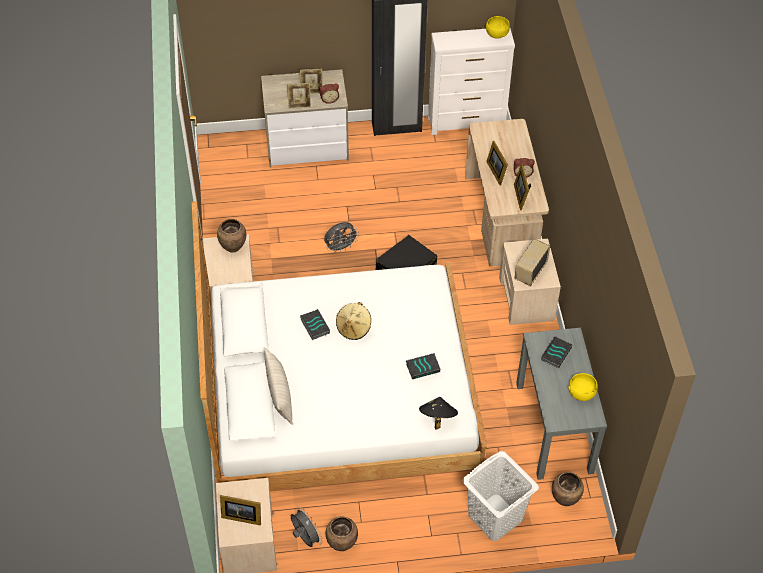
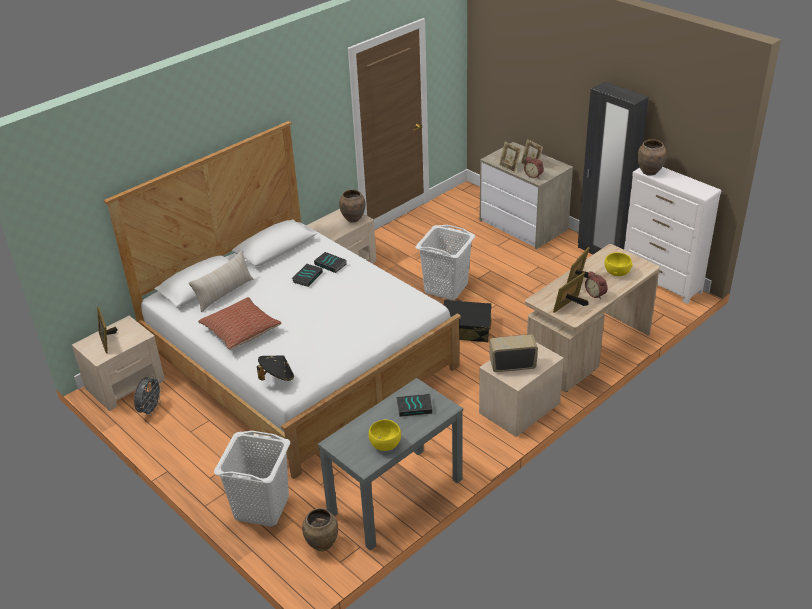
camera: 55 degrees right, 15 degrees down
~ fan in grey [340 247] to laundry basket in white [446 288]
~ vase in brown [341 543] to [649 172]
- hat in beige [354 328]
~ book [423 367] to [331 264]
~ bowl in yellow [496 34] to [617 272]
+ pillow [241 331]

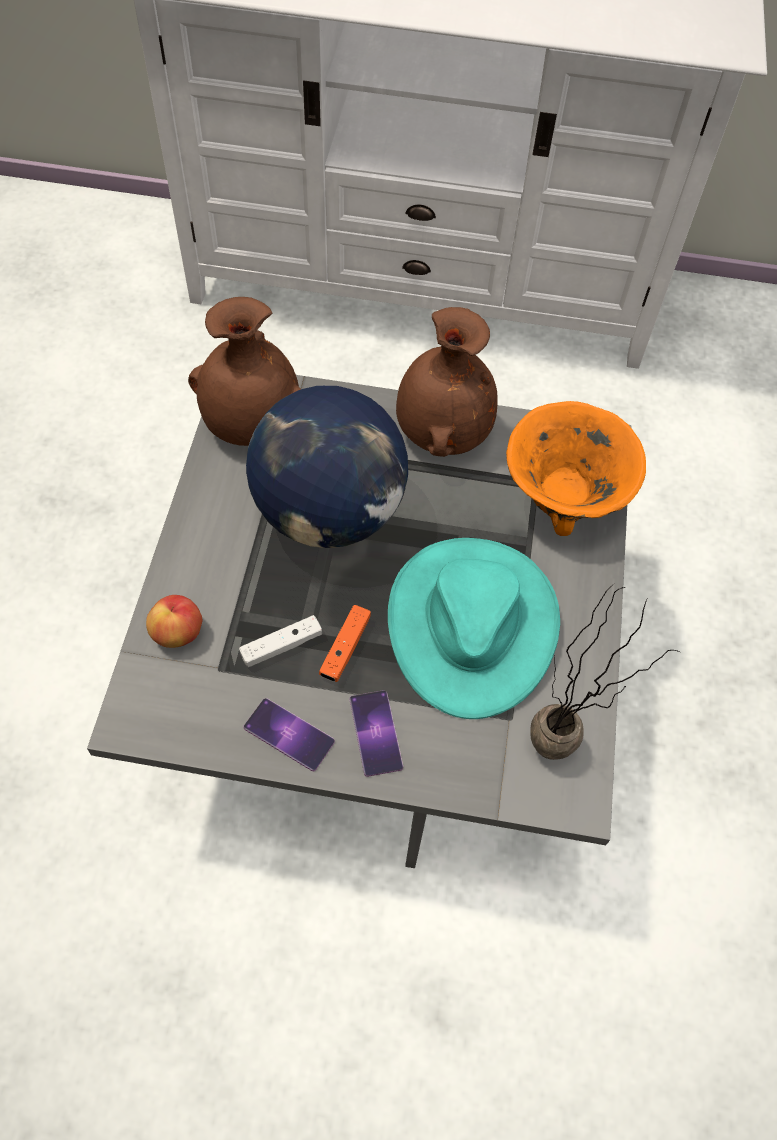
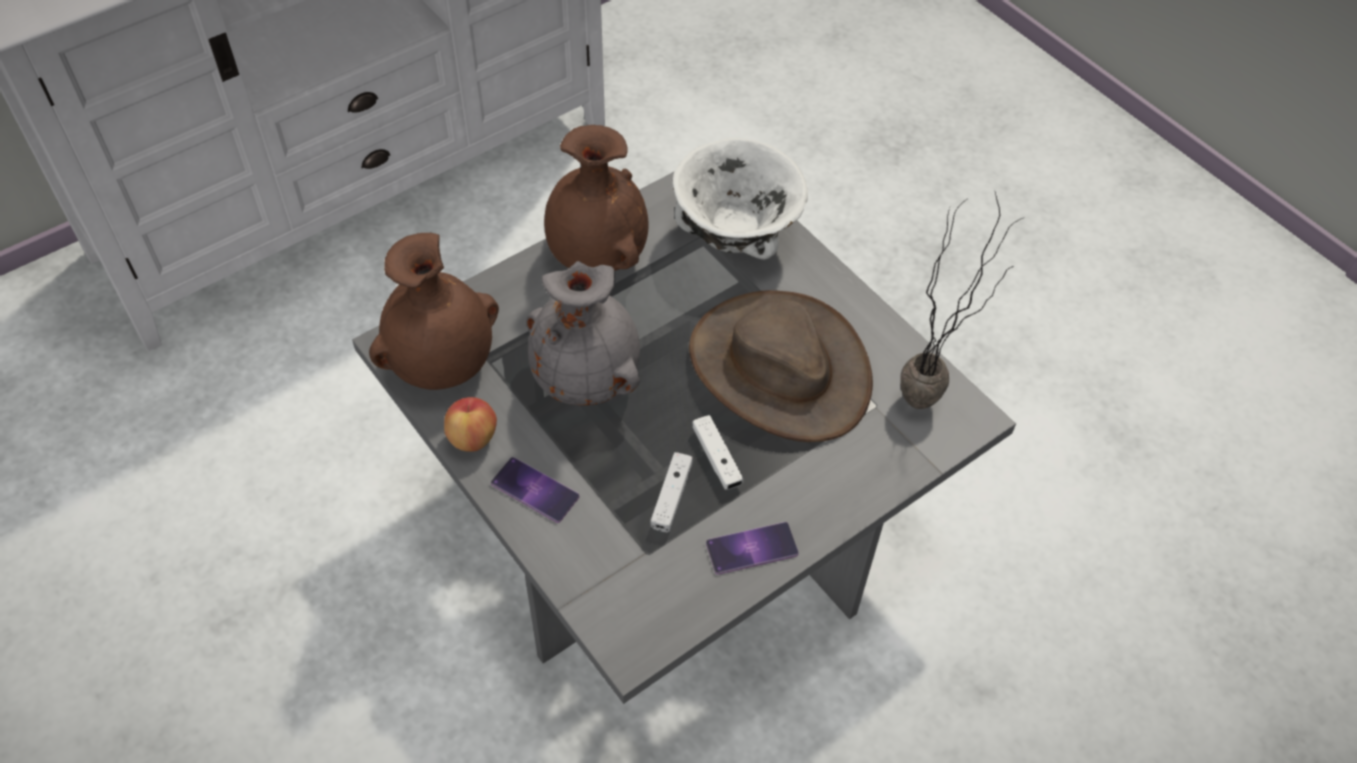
camera: 45 degrees left, 5 degrees down
~ apple [178 632] to [472 438]
~ globe [330 512] to vase in grey [587 377]
~ game controller in orange [345 648] to game controller in white [716 458]
~ phone [375 733] to [535 490]
~ hat in turquoise [471 624] to hat in brown [778 368]
~ bowl in orange [561 497] to bowl in white [734 234]

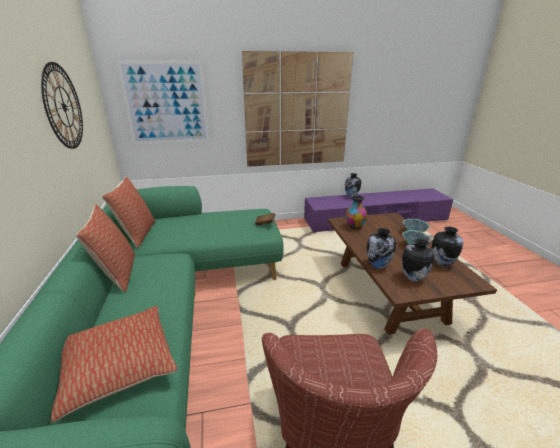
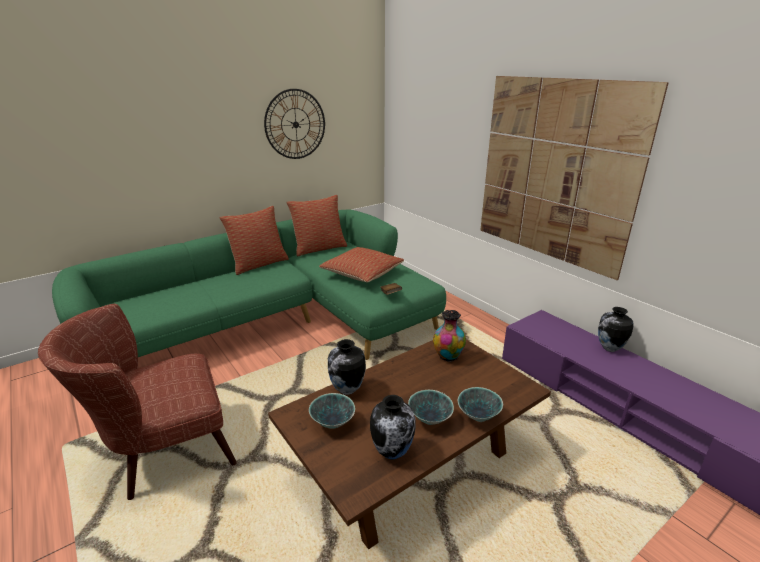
camera: 65 degrees right, 0 degrees up
~ pillow [118 366] to [362 273]
- picture [166 103]
~ vase [412 278] to bowl [332 423]

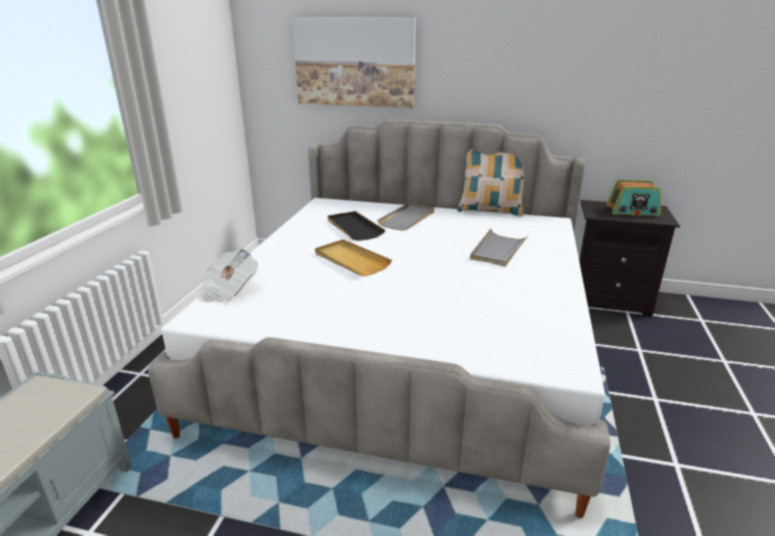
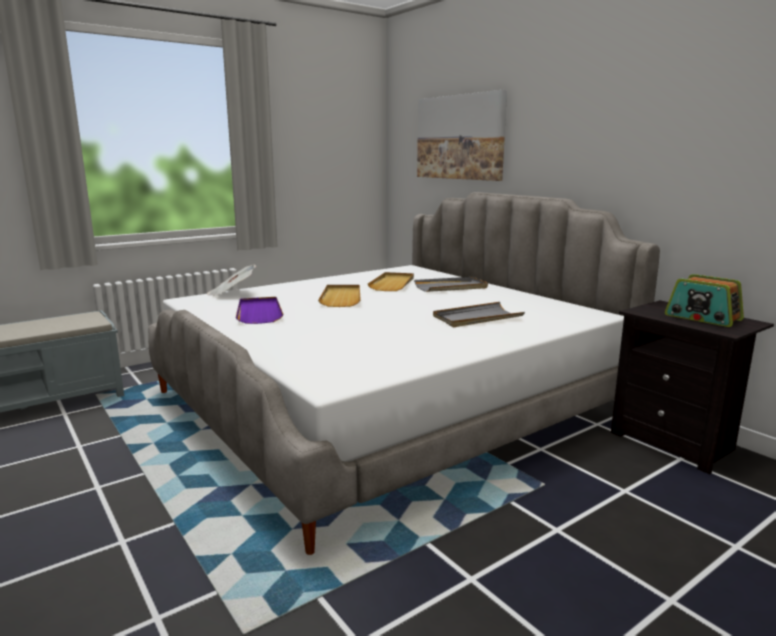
camera: 40 degrees right, 10 degrees down
~ tray in black [354 228] to tray in beige [392 284]
- pillow [490 210]
+ tray in purple [259 312]

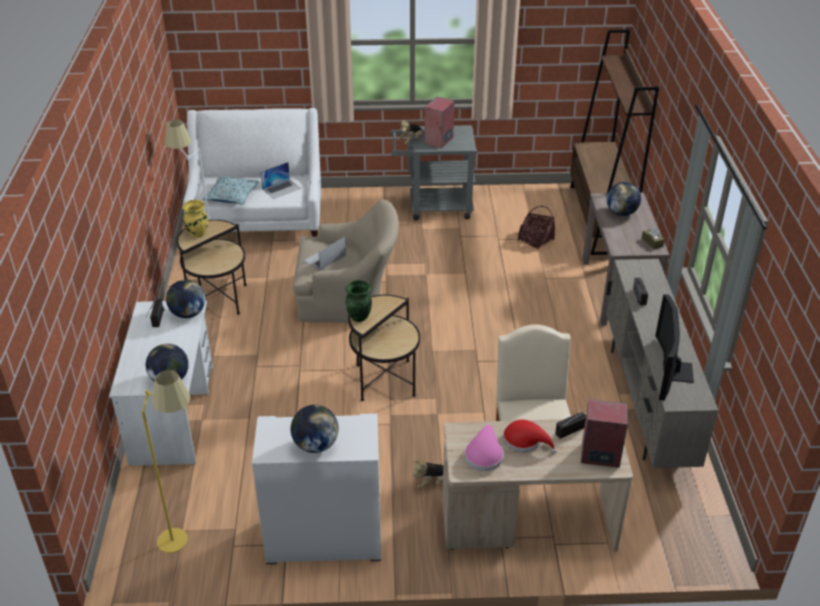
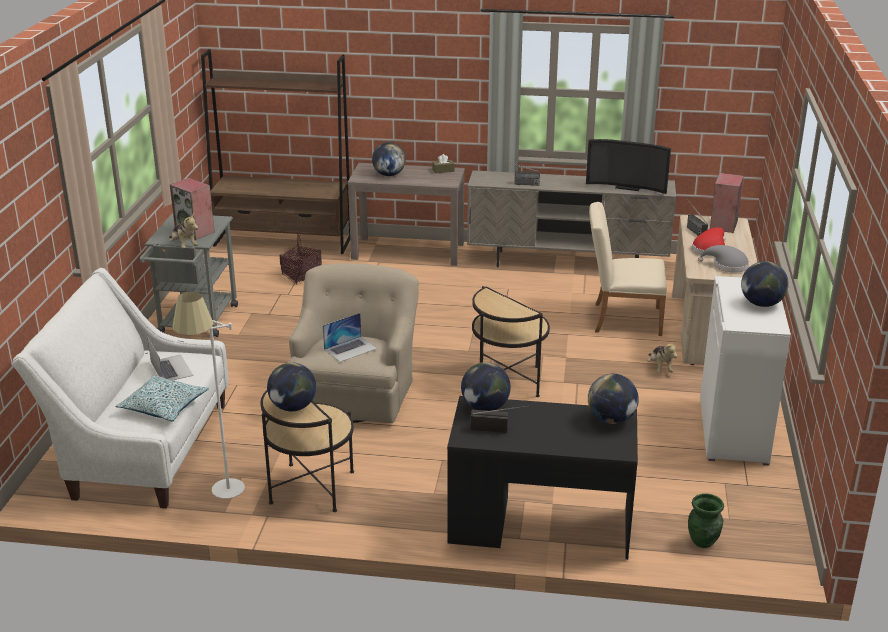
camera: 80 degrees left, 10 degrees down
~ desk in white [173 414] to desk in black [539 525]
- floor lamp in yellow [186 536]
~ vase in yellow [197 234] to globe [293 407]
~ laptop [324 258] = [350 349] 90 degrees counterclockwise
~ vase in green [359 317] to [703 541]
~ hat in pink [484 454] to hat in grey [727 266]

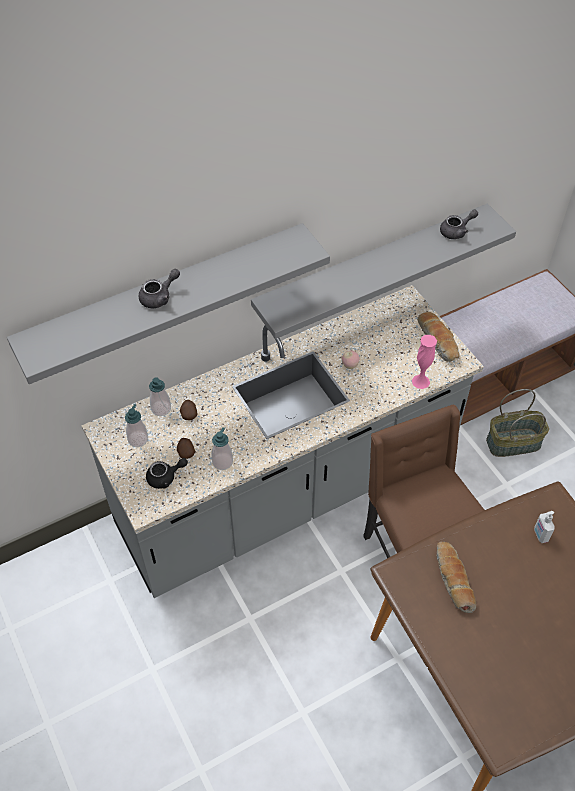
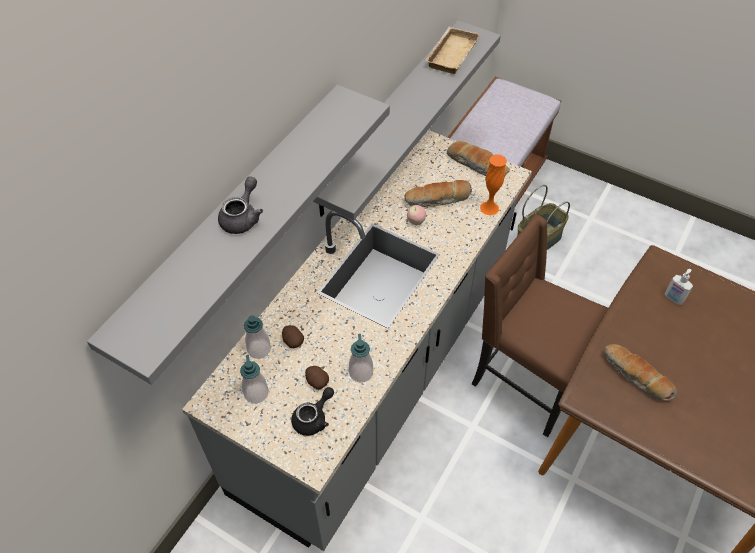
camera: 30 degrees left, 0 degrees up
~ vase in pink [420 381] to vase in orange [489 208]
~ teapot in grey [456 231] to tray in beige [450 53]
+ bread [438 200]

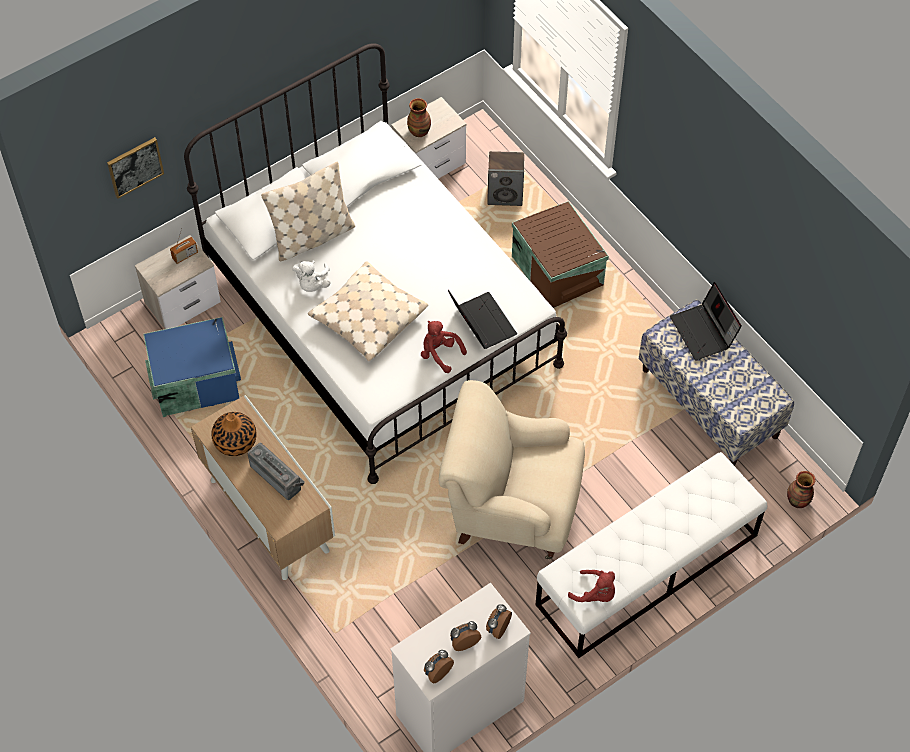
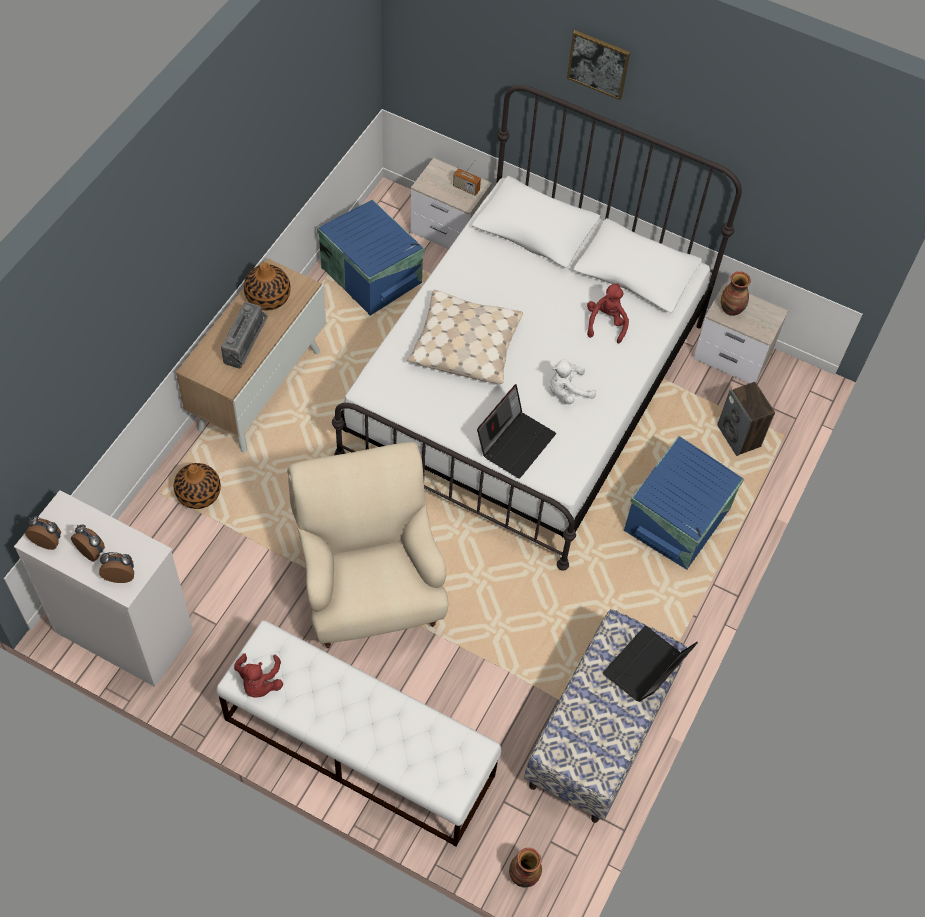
camera: 60 degrees right, 0 degrees up
~ picture [135 167] to [598 64]
- pillow in beige [312 236]
~ plush toy in white [312 284] to [567 392]
~ plush toy in red [440 354] to [606 323]
~ storage box in brown [558 269] to storage box in blue [679 520]
+ vase [198 493]

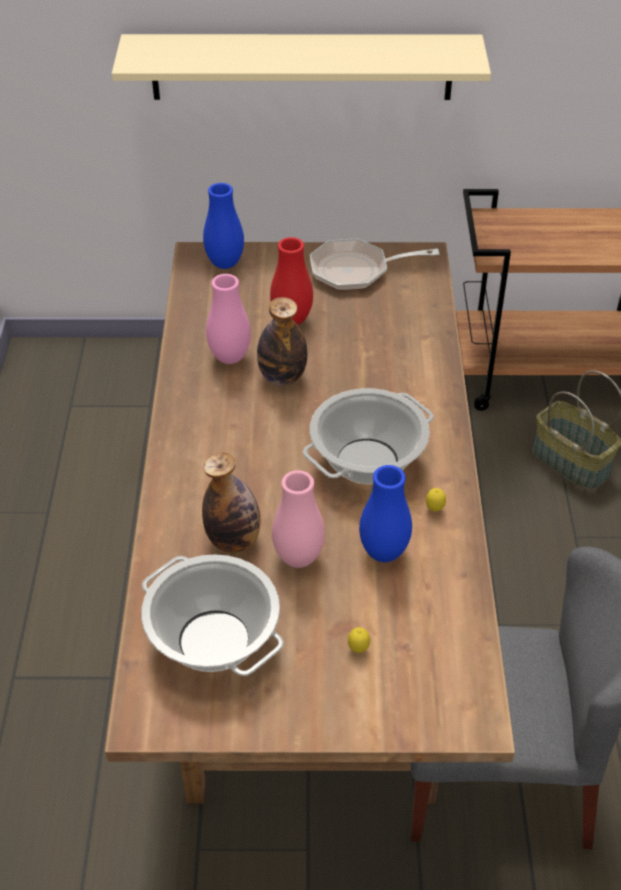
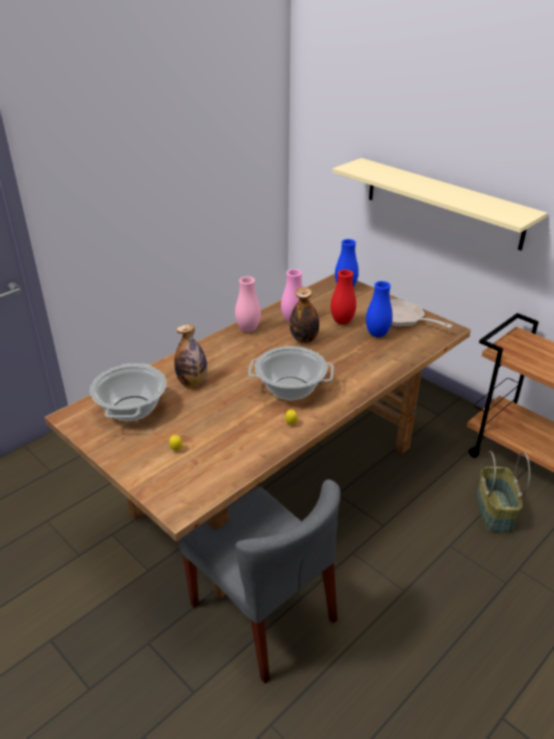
camera: 45 degrees right, 10 degrees down
~ vase in pink [298 558] to [248 329]
~ vase in blue [383 552] to [377 334]

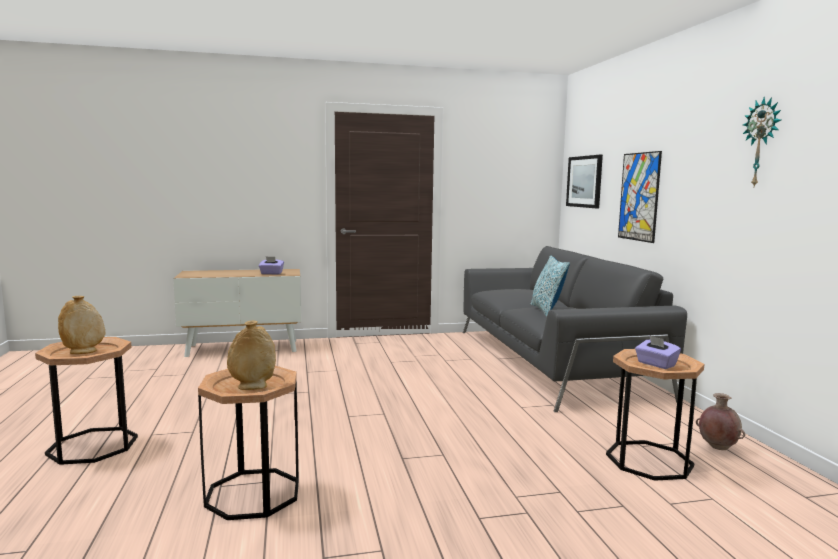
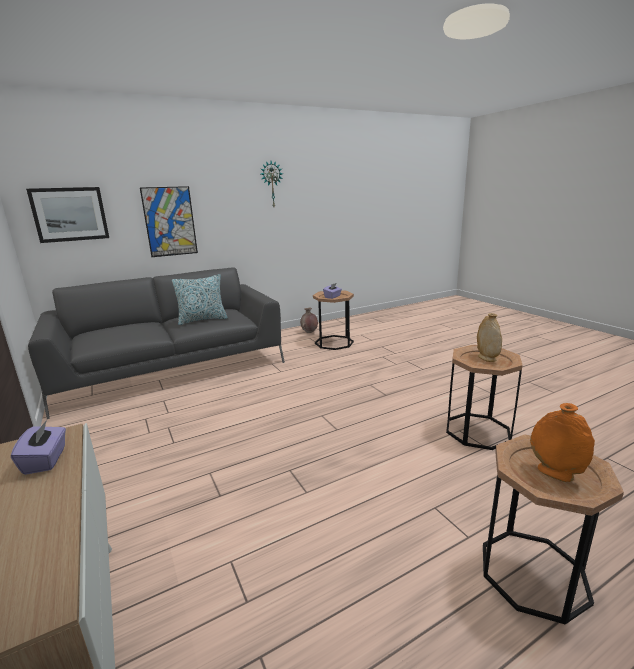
camera: 105 degrees left, 10 degrees up
~ vase in beige [83 352] to vase in orange [554 473]

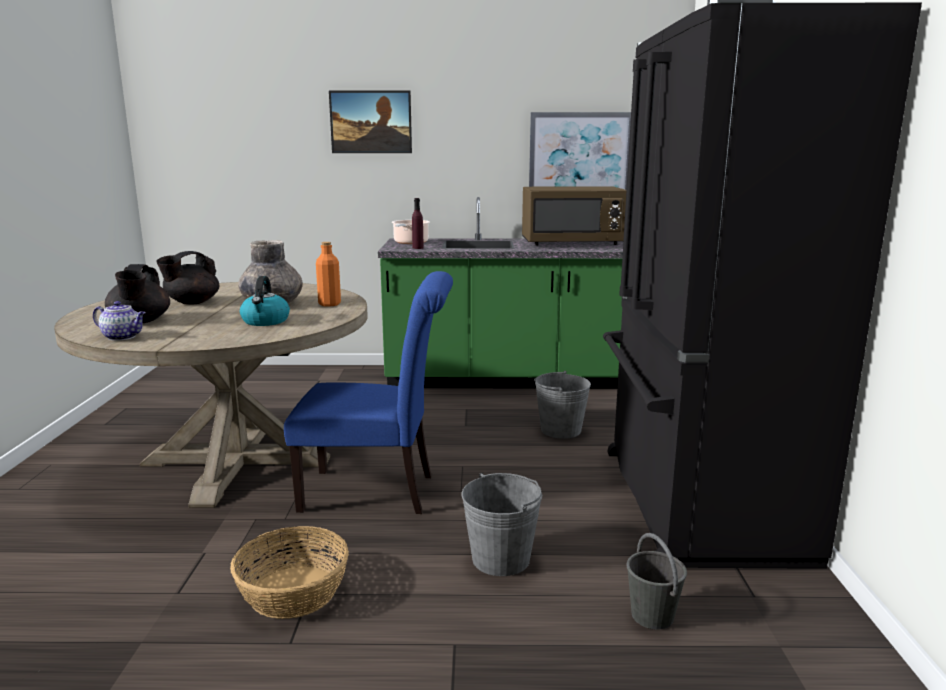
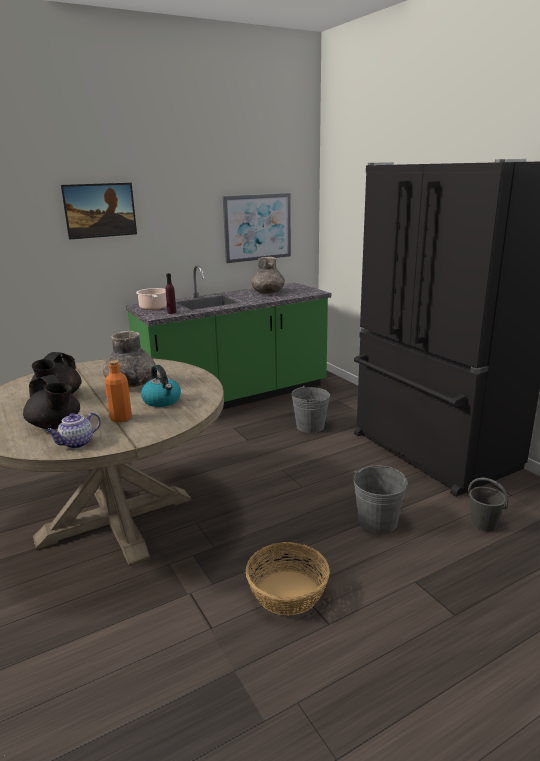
camera: 30 degrees left, 5 degrees up
~ teapot [123 337] = [76 443] 150 degrees clockwise
- chair in blue [377 492]
~ bottle in orange [329 304] to [121 418]
~ microwave in brown [572 243] to vase in grey [268 292]

